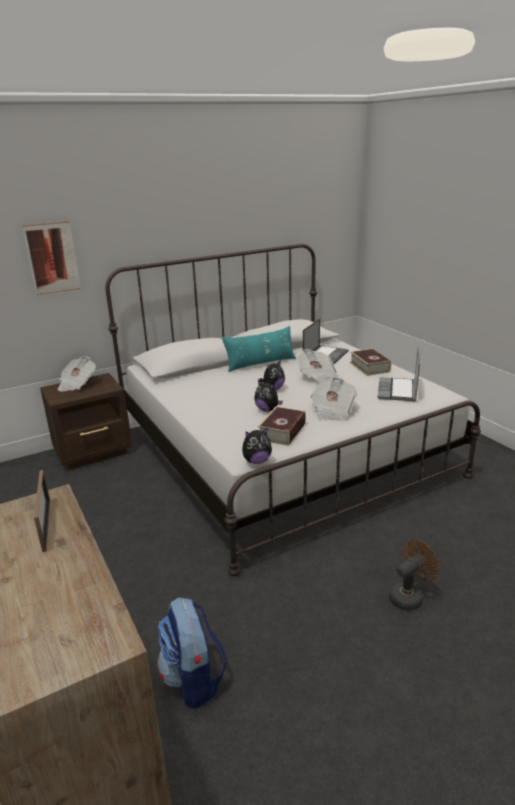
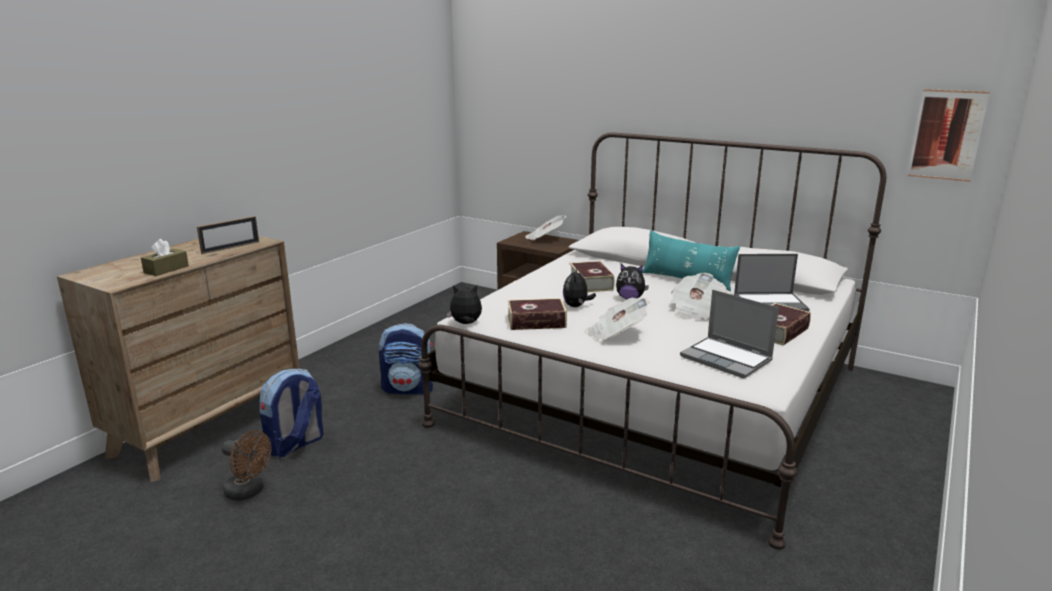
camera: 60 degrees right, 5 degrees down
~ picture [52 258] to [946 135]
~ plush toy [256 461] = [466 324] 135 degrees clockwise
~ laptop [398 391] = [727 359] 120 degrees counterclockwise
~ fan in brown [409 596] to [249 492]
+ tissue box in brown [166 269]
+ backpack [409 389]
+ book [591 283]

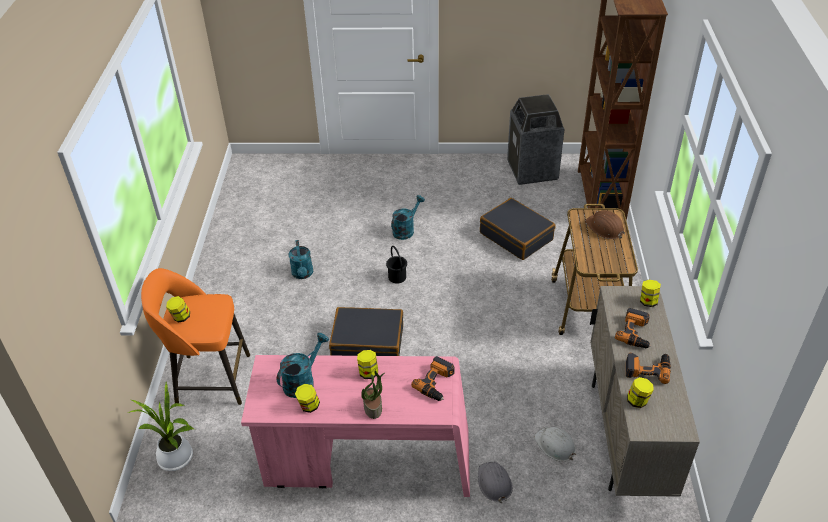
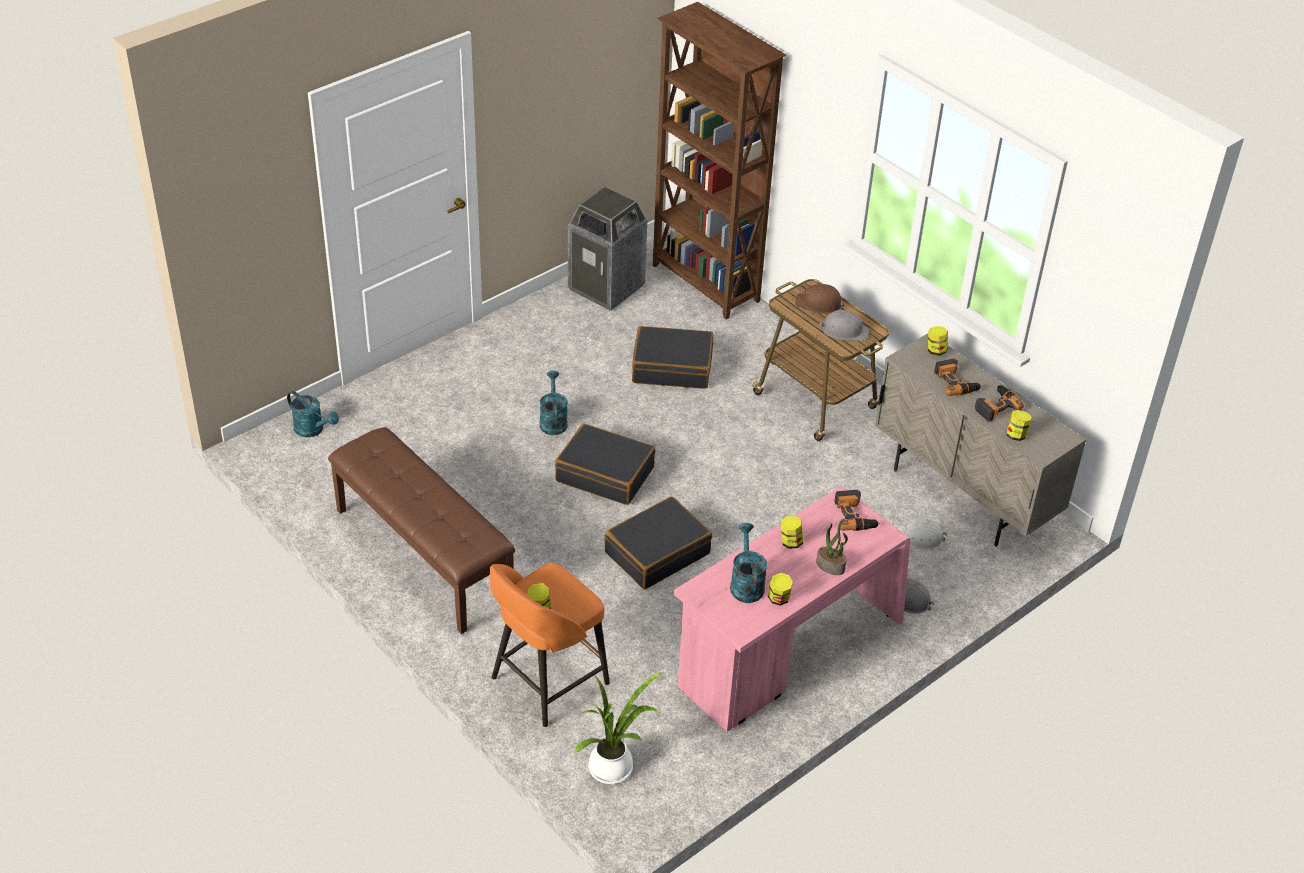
camera: 45 degrees left, 0 degrees up
~ watering can in turquoise [303 274] to [313 430]
~ bucket in black [397 277] to suitcase in black [605 474]
+ bench in brown [422 556]
+ hard hat in grey [844 330]

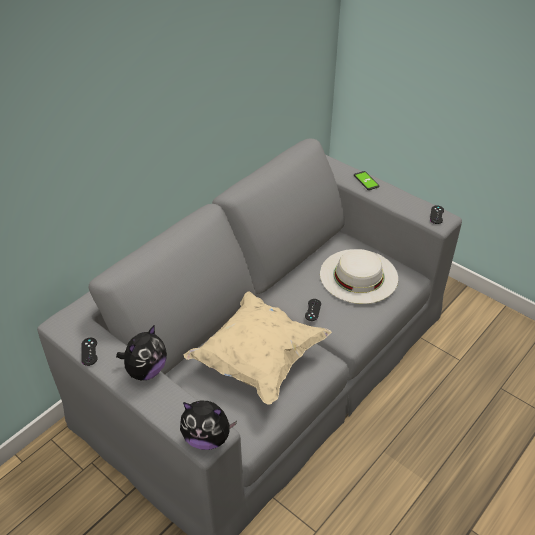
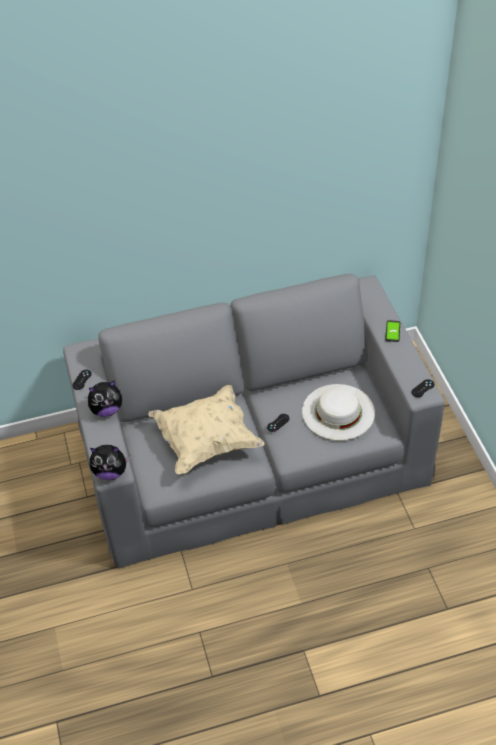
camera: 35 degrees right, 5 degrees up
~ plush toy [207 438] = [110 472] 45 degrees counterclockwise

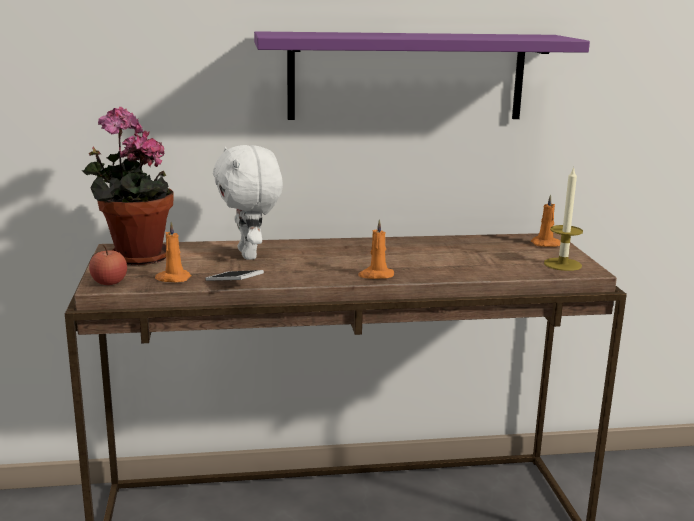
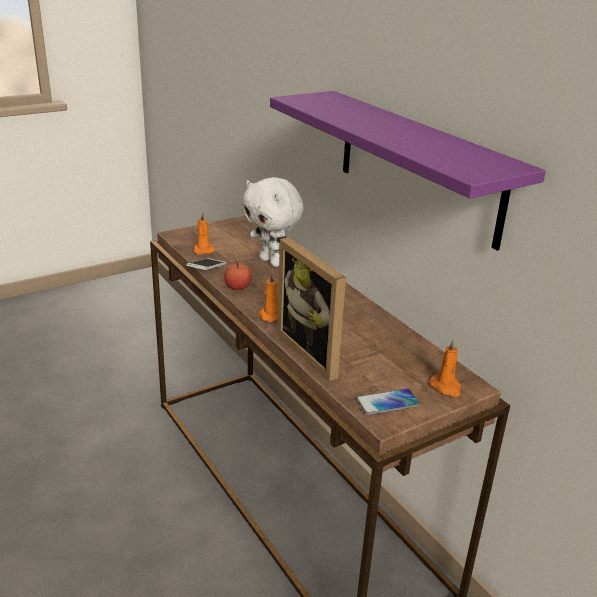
camera: 65 degrees right, 10 degrees up
- potted plant [134 257]
~ apple [109 282] to [238 287]
~ plush toy in white [250 255] = [272 262] 90 degrees counterclockwise
~ candle [562 264] to phone [387 403]
+ picture frame [315 352]

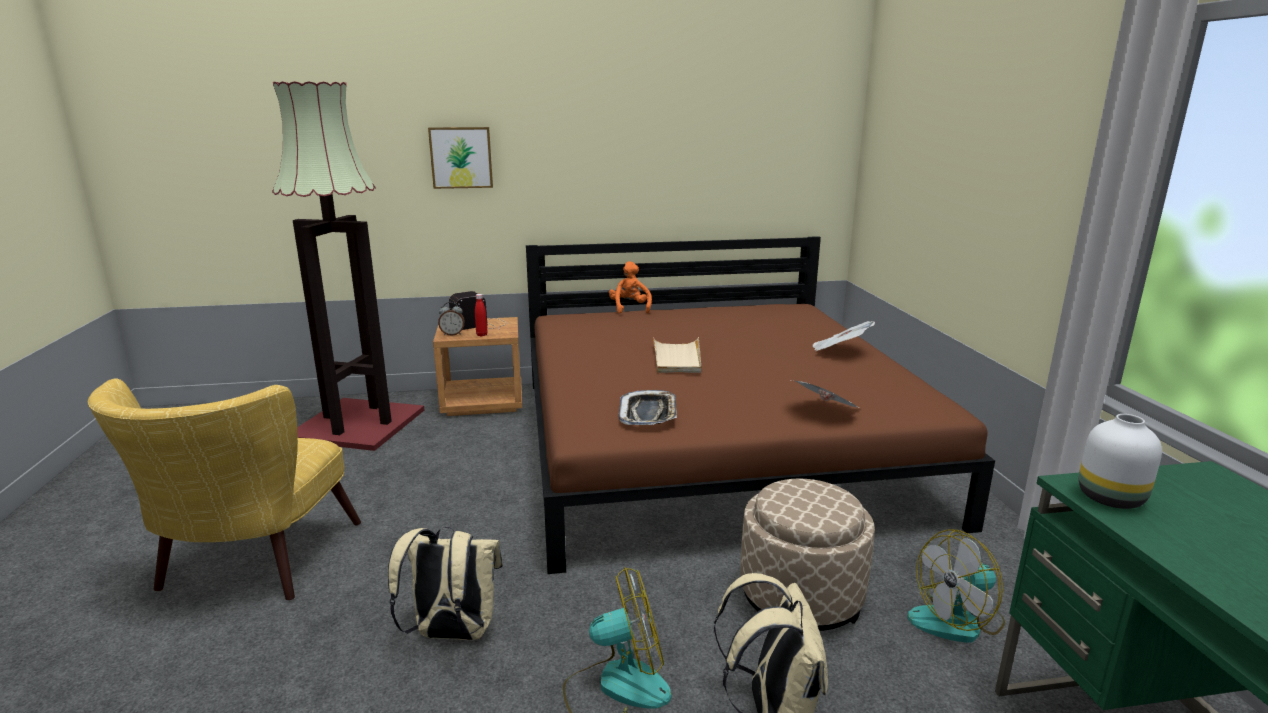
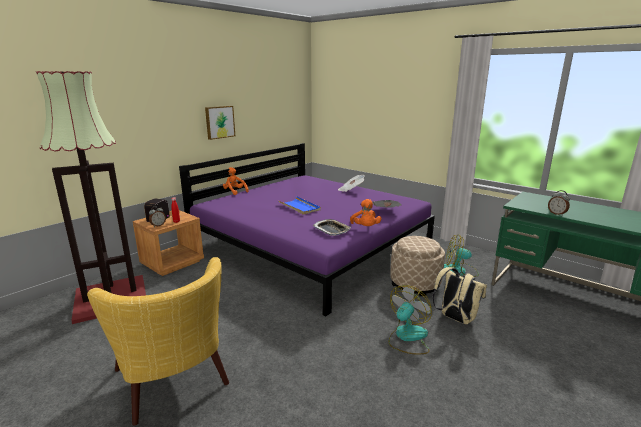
camera: 40 degrees left, 0 degrees up
- backpack in beige [452 633]
~ picture [461 157] to [219 122]
~ bed in brown [713 444] to bed in purple [311 245]
~ tray in beige [677 358] to tray in blue [299 207]
~ fan [957 620] = [459 271] 75 degrees clockwise
- vase in white [1109 498]
+ plush toy in orange [365 228]
+ alarm clock [557 214]

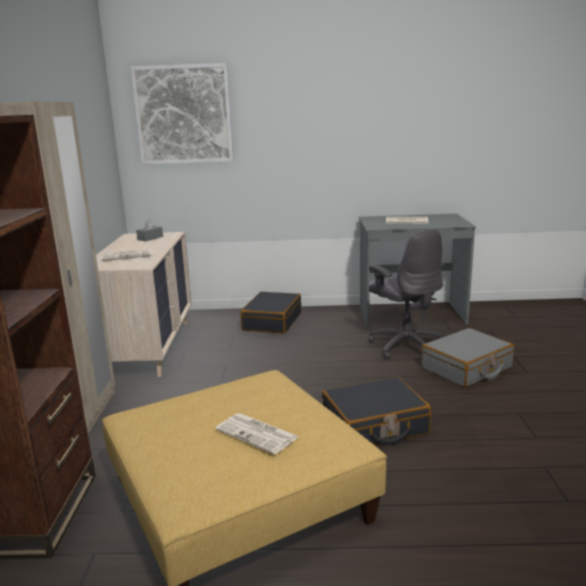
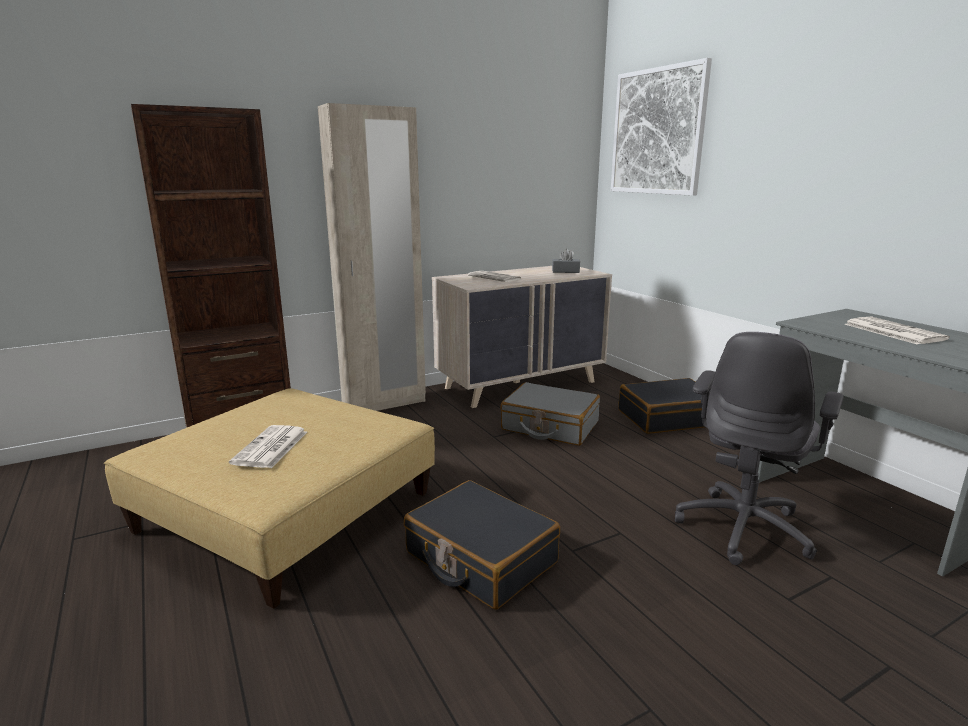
camera: 60 degrees right, 0 degrees up
~ suitcase in grey [466 368] to [549 426]

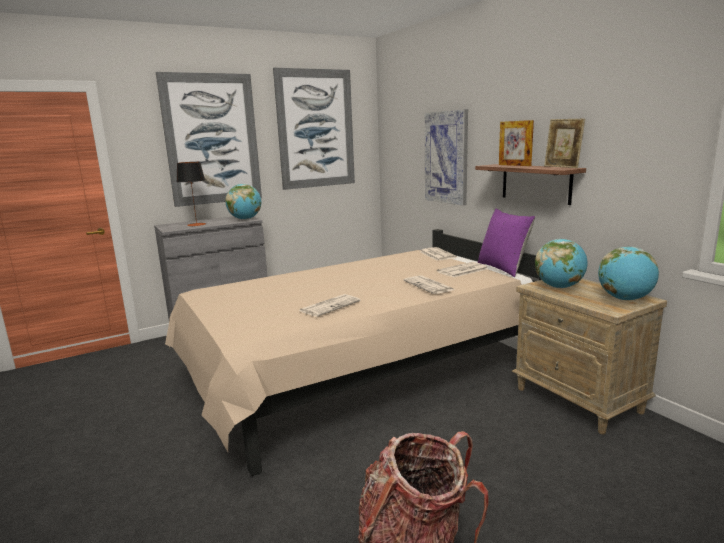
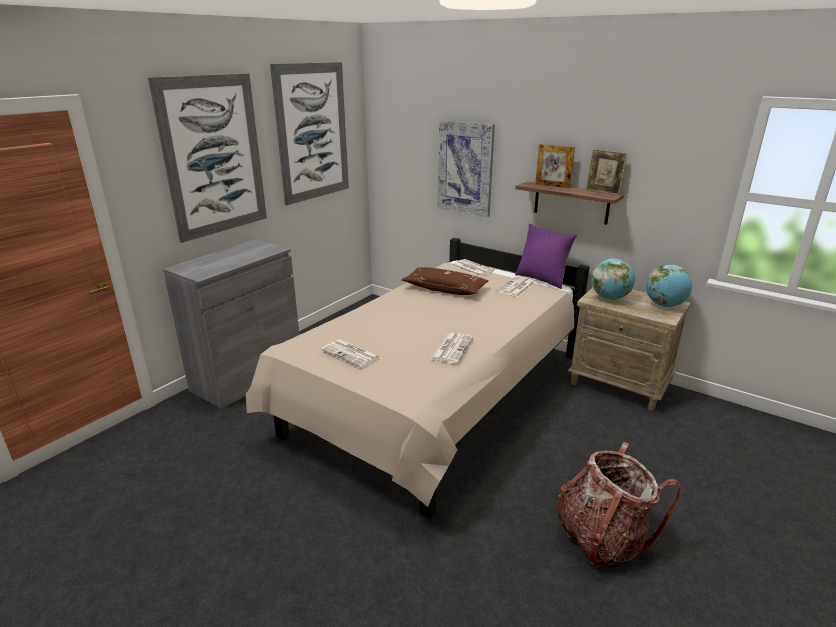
camera: 25 degrees left, 10 degrees up
- table lamp [196 224]
- globe [245 219]
~ newspaper [429 285] to [351 354]
+ pillow in brown [444 289]

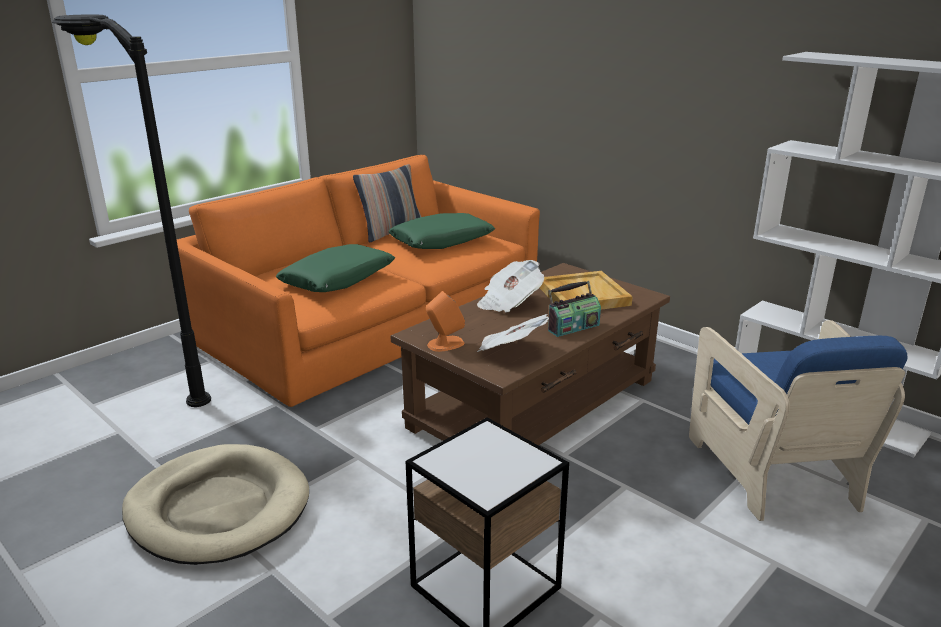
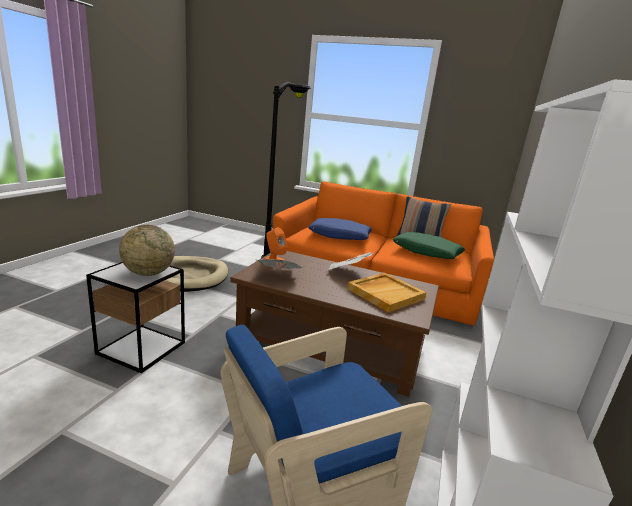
camera: 65 degrees right, 5 degrees down
~ pillow in green [338 279] to pillow in blue [339 236]
- radio [573 327]
+ globe [148 273]

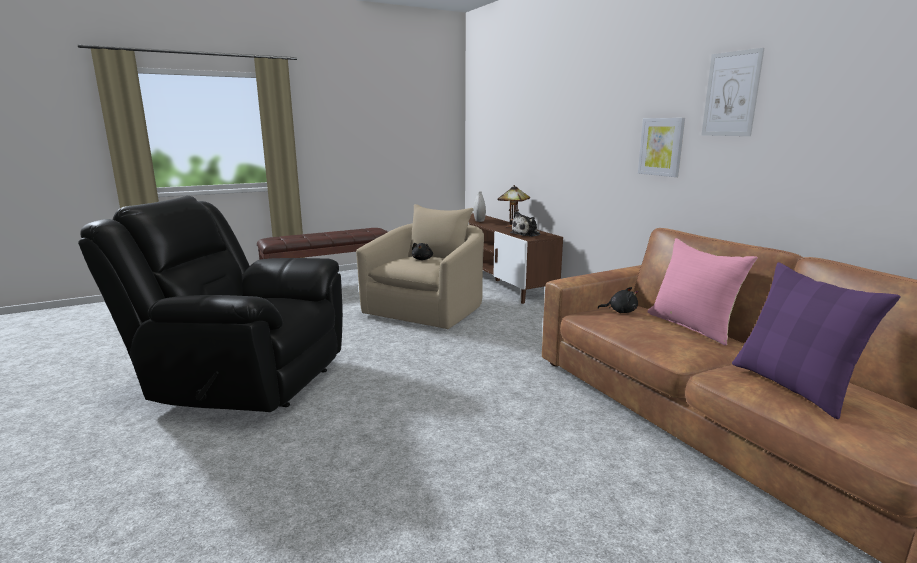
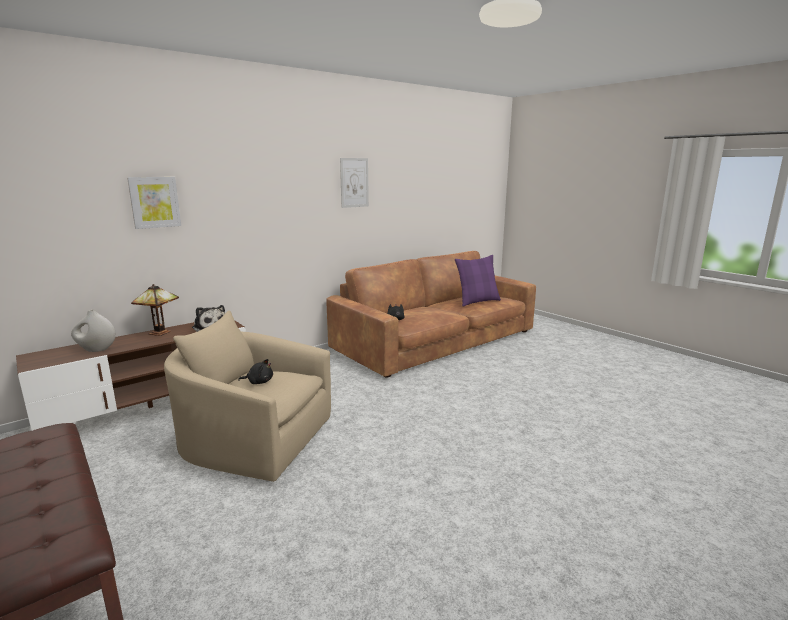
camera: 100 degrees left, 0 degrees up
- armchair in black [242 380]
~ picture [661 147] to [154 202]
- pillow in pink [693 326]

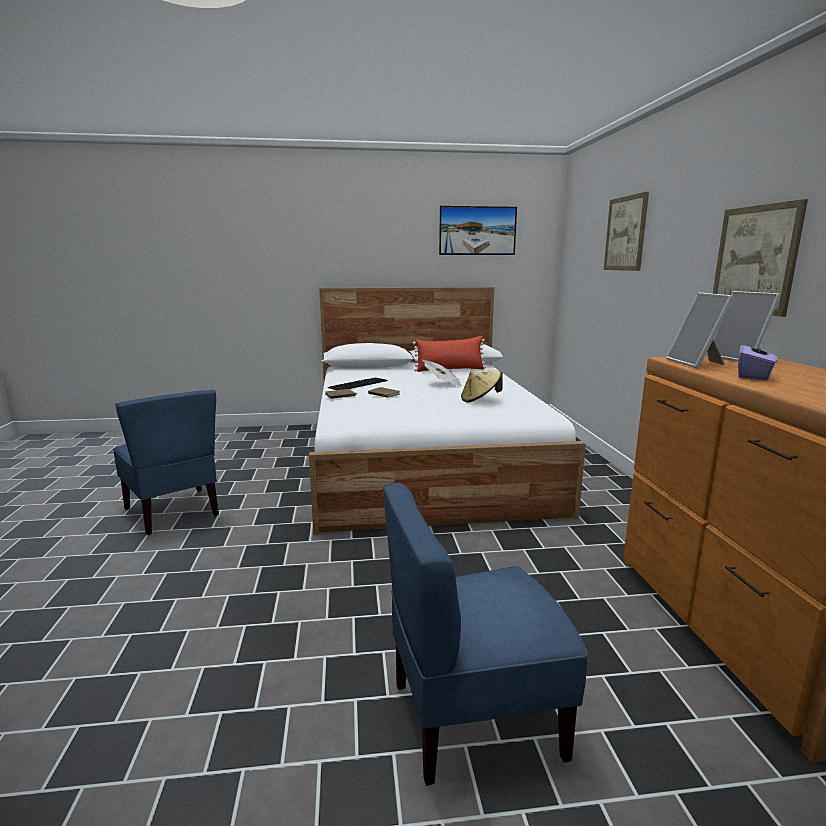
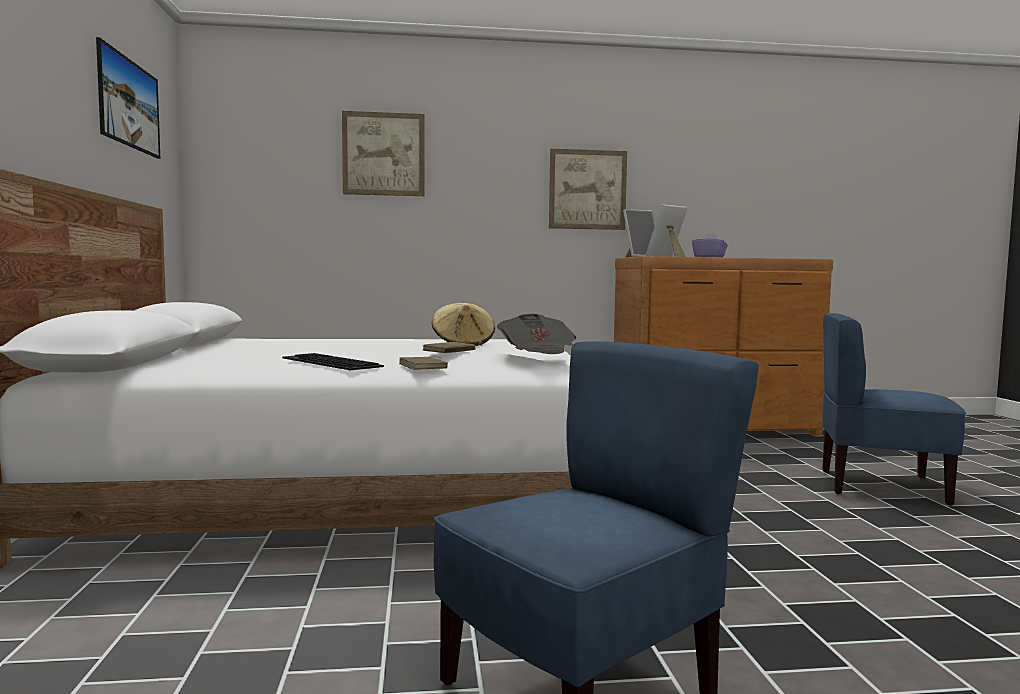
camera: 90 degrees left, 10 degrees down
~ chair in blue [474 718] = [881 486] 120 degrees clockwise
- pillow in red [450 369]
~ newspaper [443 384] to [538 358]
~ picture frame [697 363] = [667 256] 150 degrees clockwise

